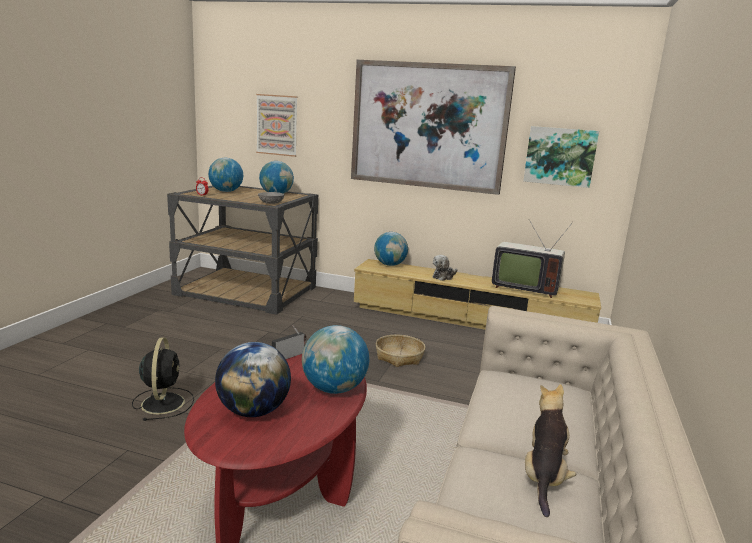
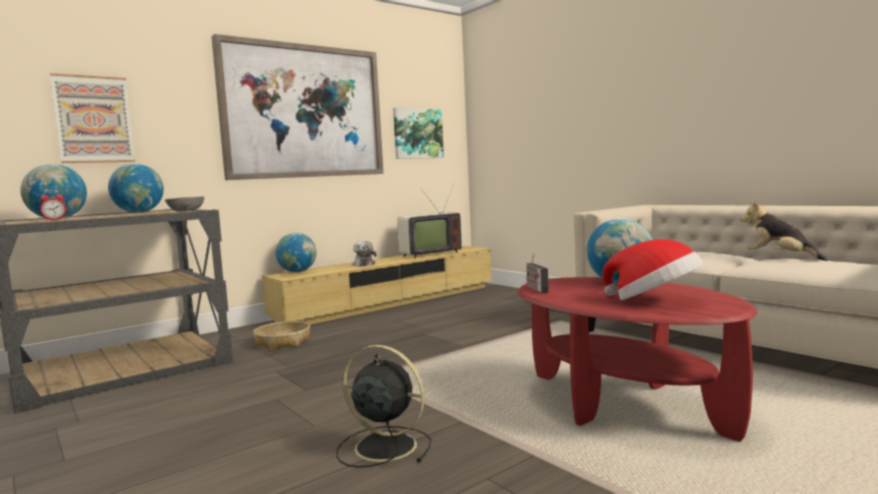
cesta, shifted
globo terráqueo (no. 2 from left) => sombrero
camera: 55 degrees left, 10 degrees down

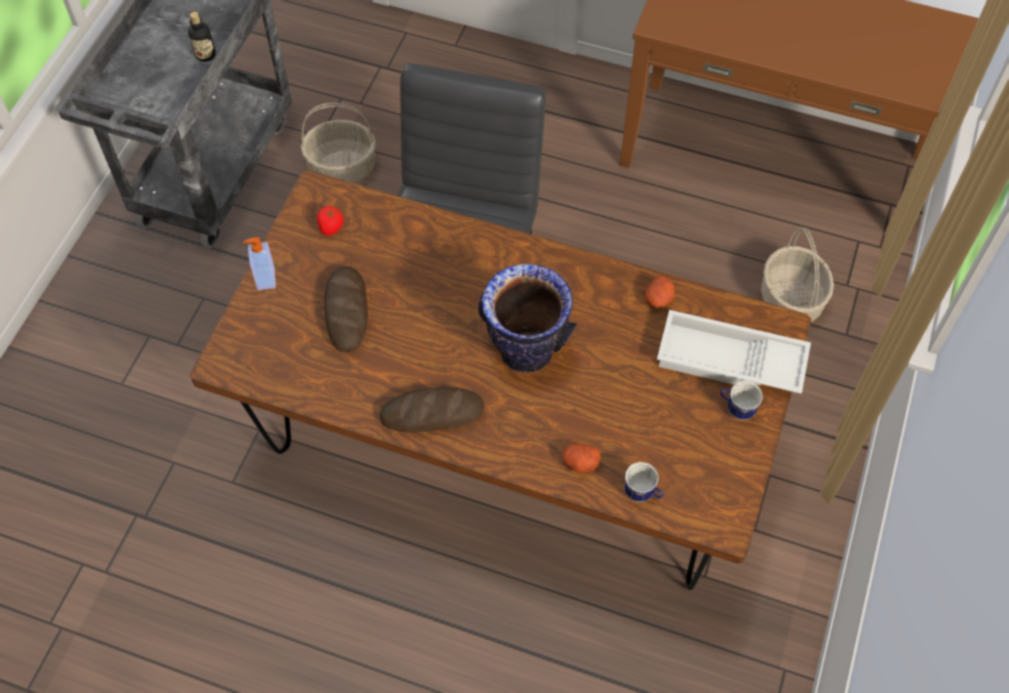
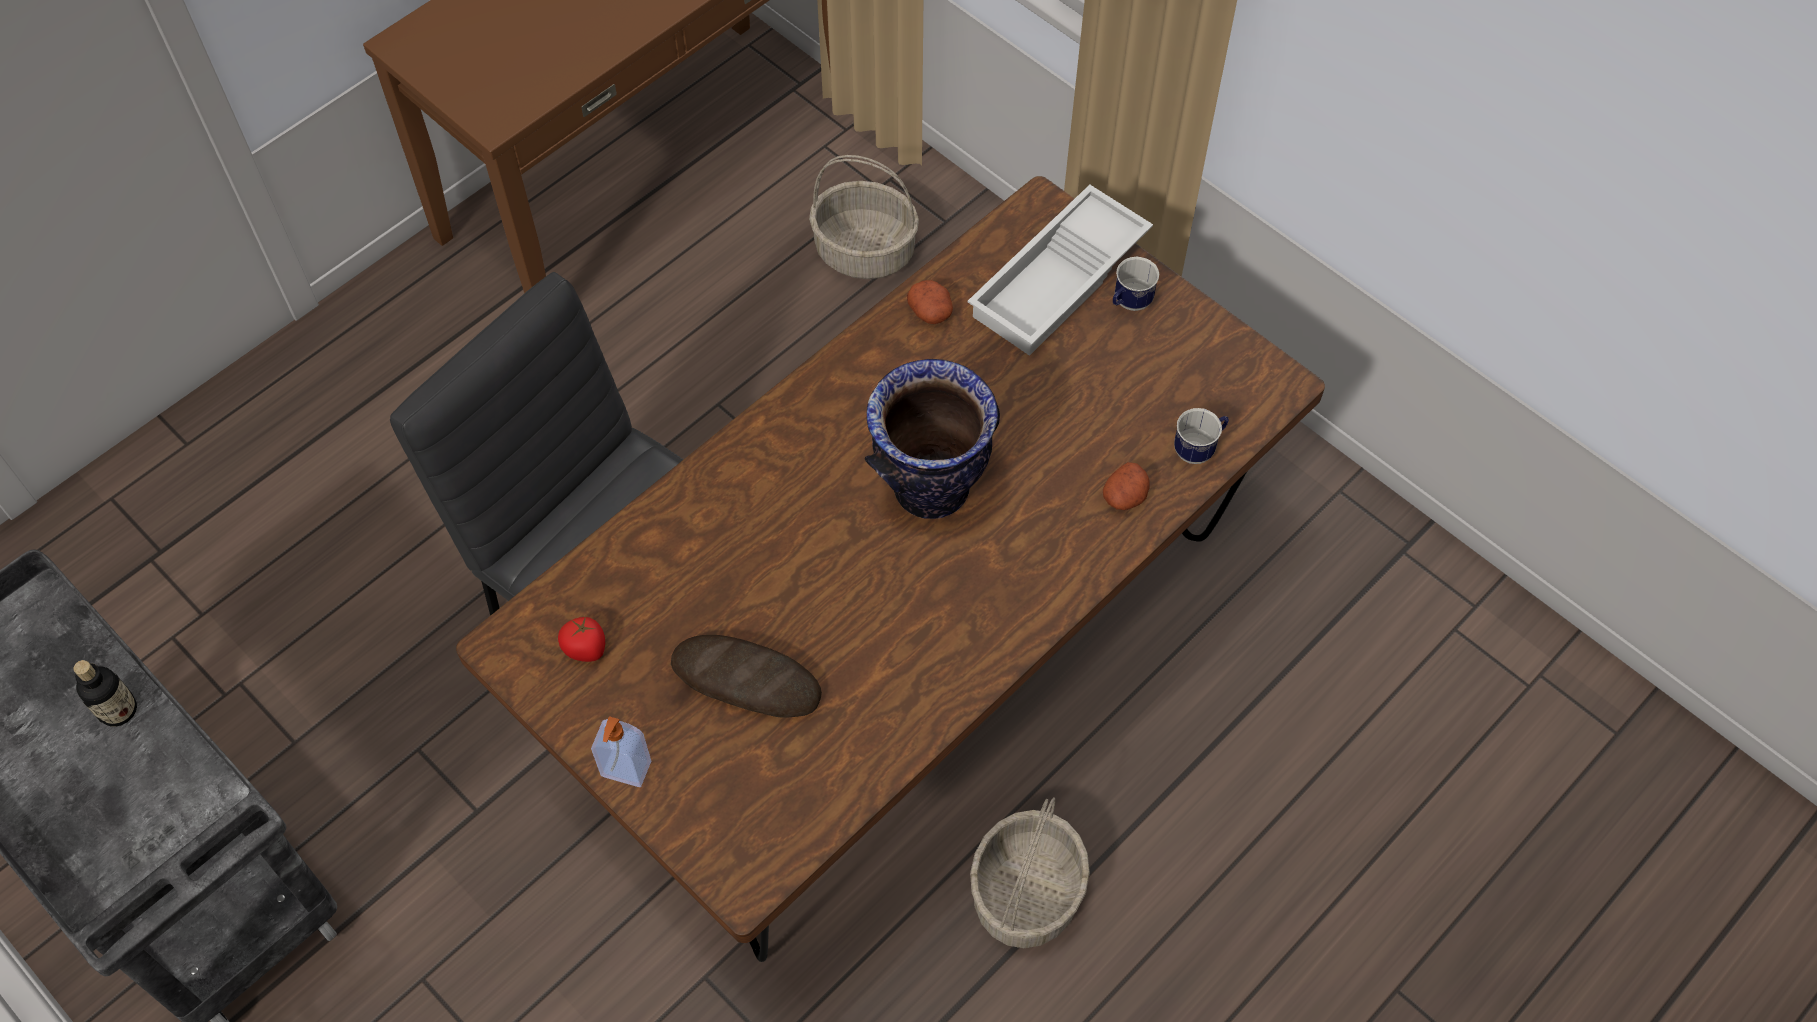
cesta (no. 1 from left in the first image) => cesta (no. 2 from left), shifted
pan (no. 2 from left) => nothing
camera: 65 degrees left, 0 degrees up

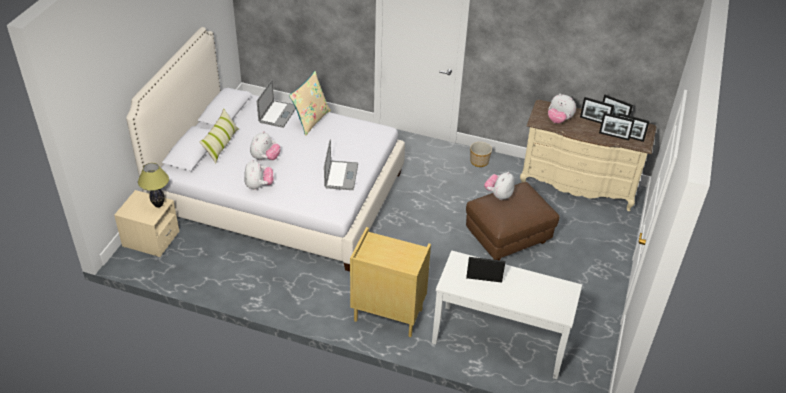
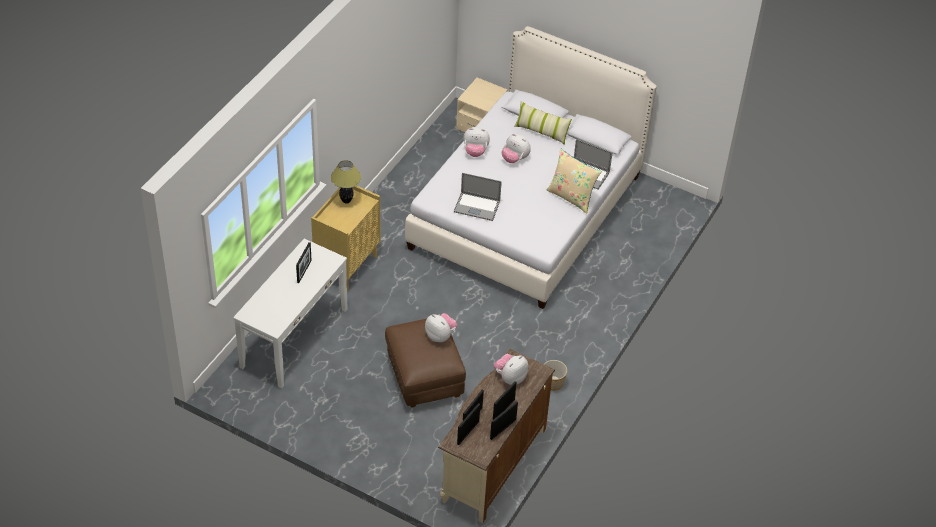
lámpara de mesa, shifted
camera: 100 degrees right, 5 degrees up

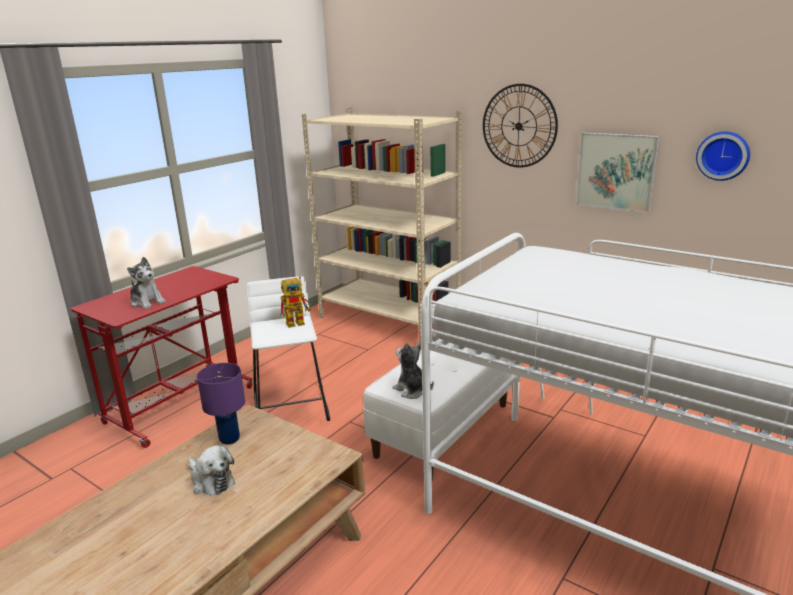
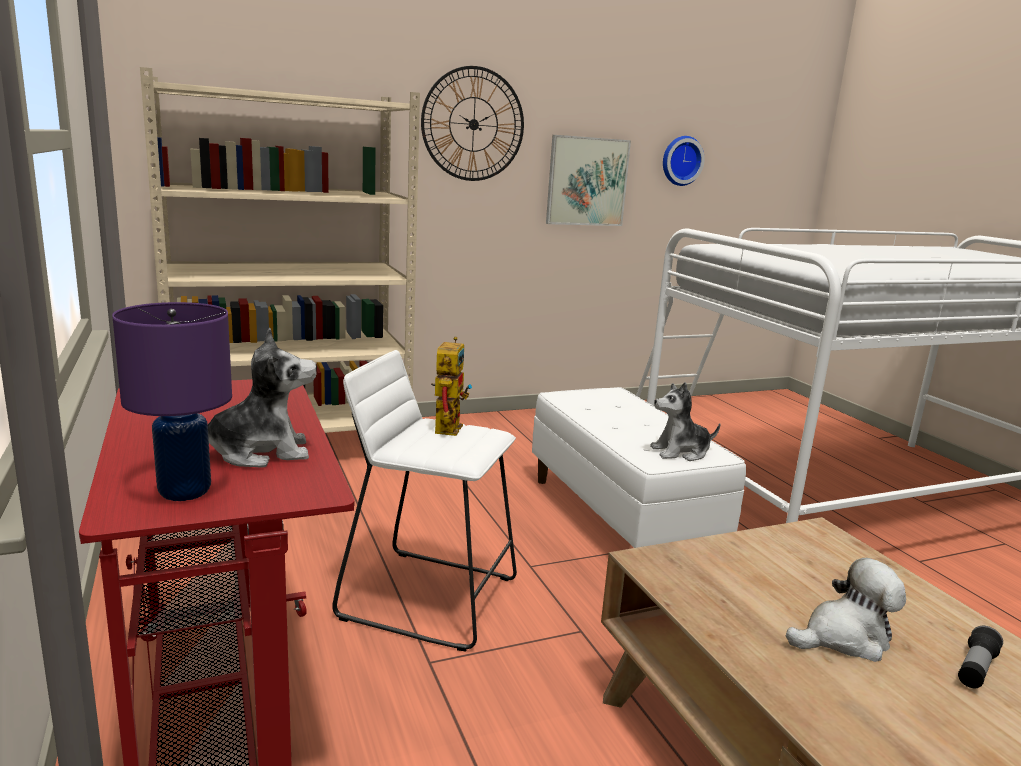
lámpara de mesa [morado], shifted
nothing => linterna
camera: 60 degrees left, 5 degrees down

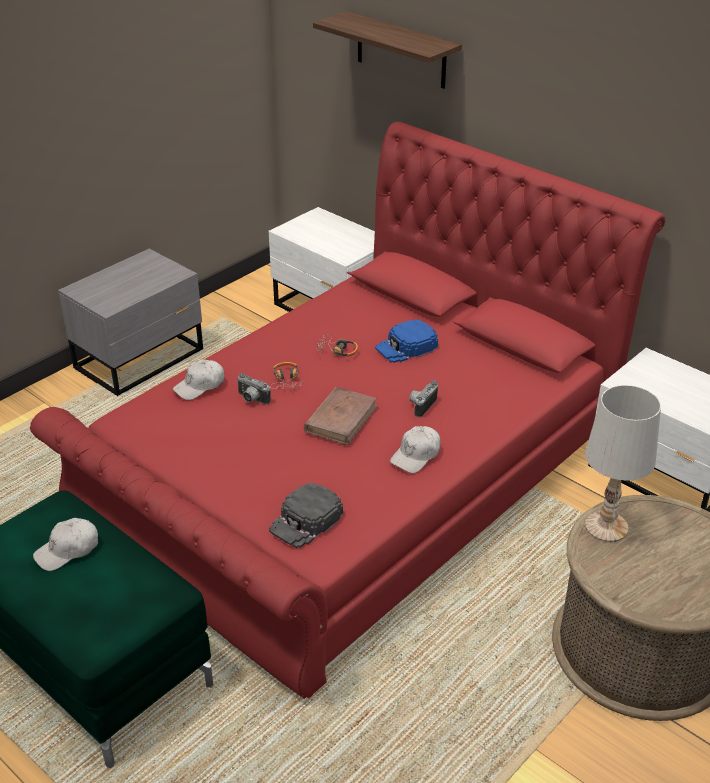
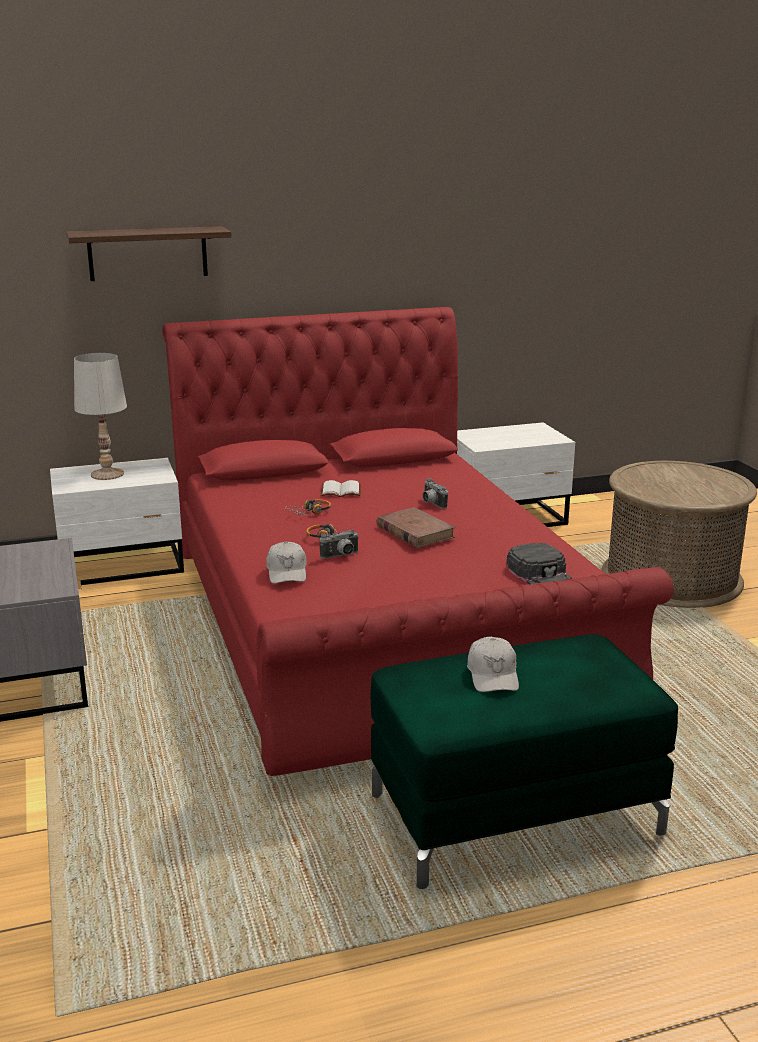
gorra [azul] => libro [blanco]
lámpara de mesa [blanco], shifted
gorra [blanco] (no. 3 from left) => nothing
camera: 60 degrees left, 15 degrees down

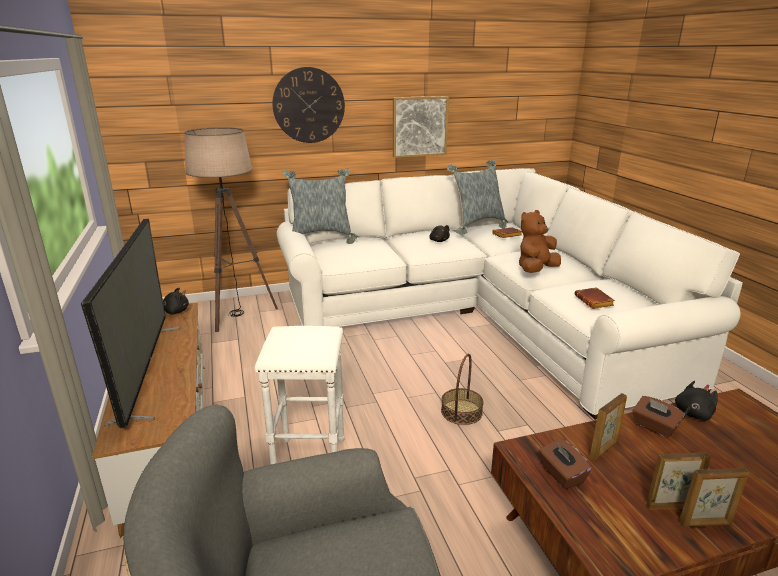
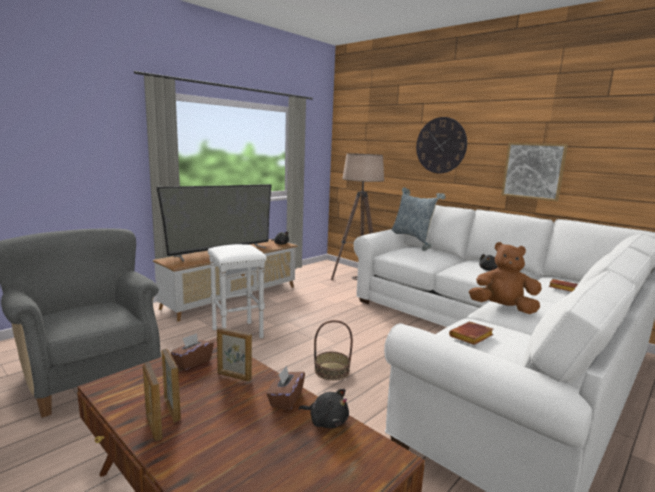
cojín (no. 2 from left) => nothing
camera: 60 degrees right, 10 degrees down

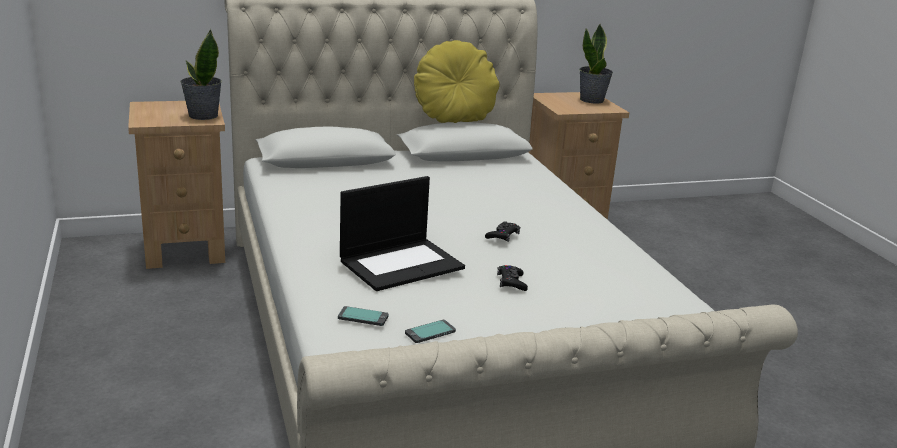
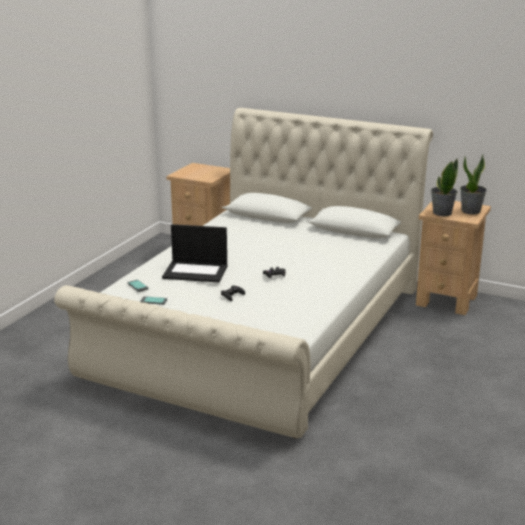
planta en maceta (no. 1 from left), shifted
cojín [amarillo] => nothing
camera: 45 degrees right, 0 degrees up

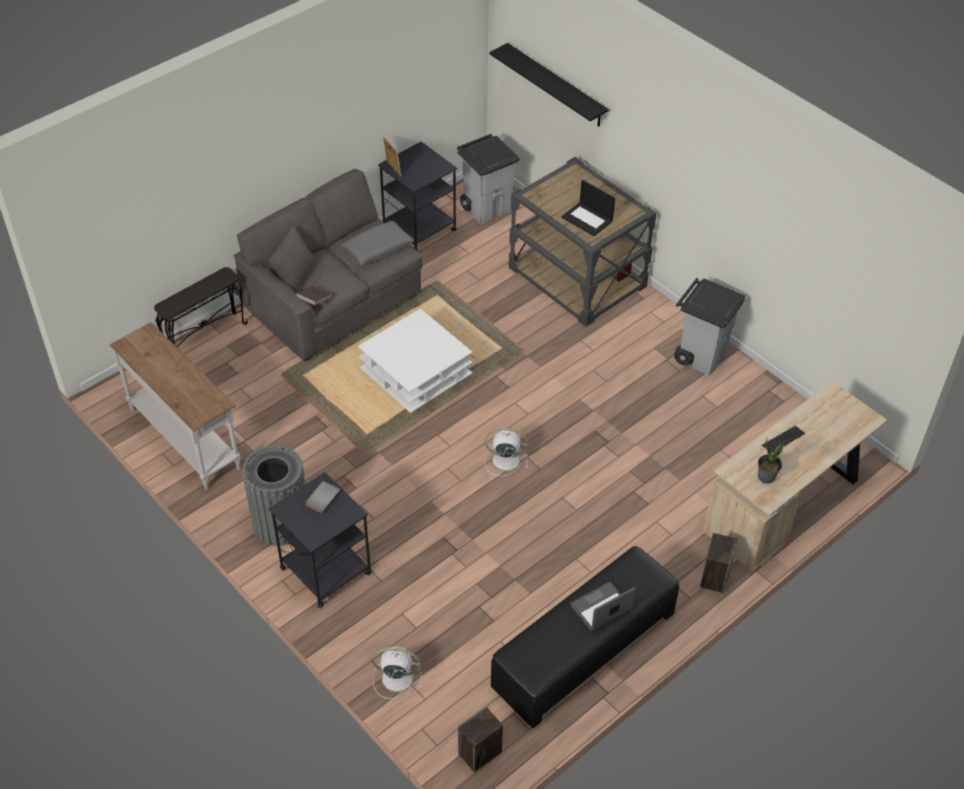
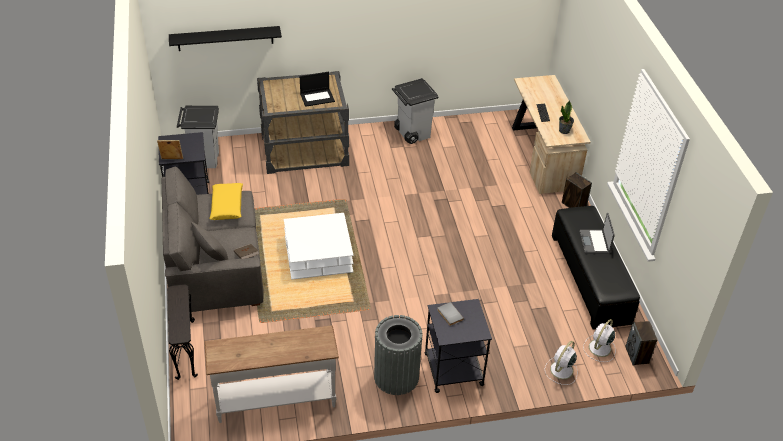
cojín [gris] => cojín [amarillo]
ventilador [blanco] (no. 2 from left), shifted
camera: 60 degrees left, 5 degrees down

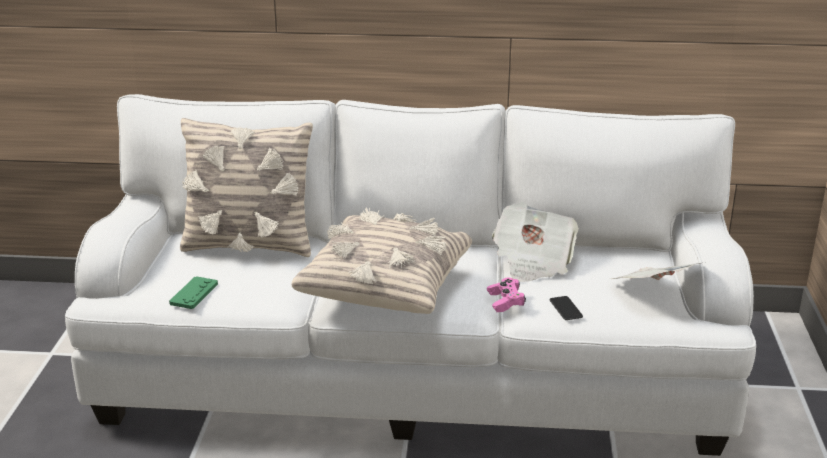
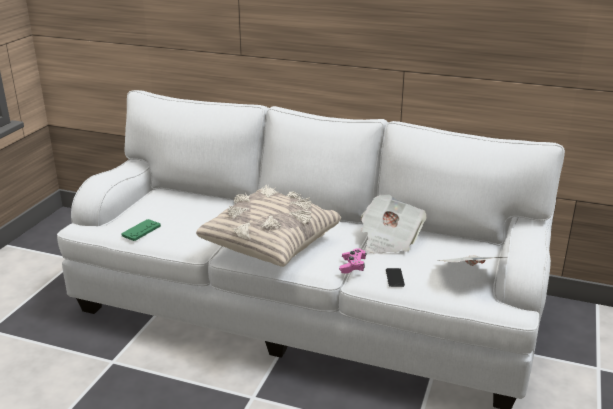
cojín [beis] (no. 1 from left) => nothing
camera: 15 degrees right, 0 degrees up

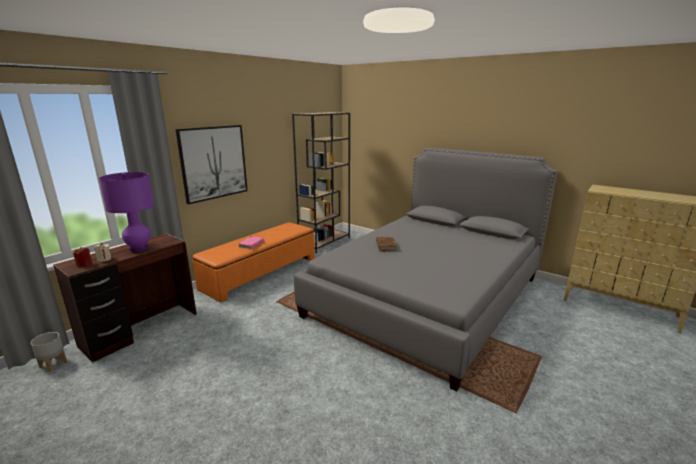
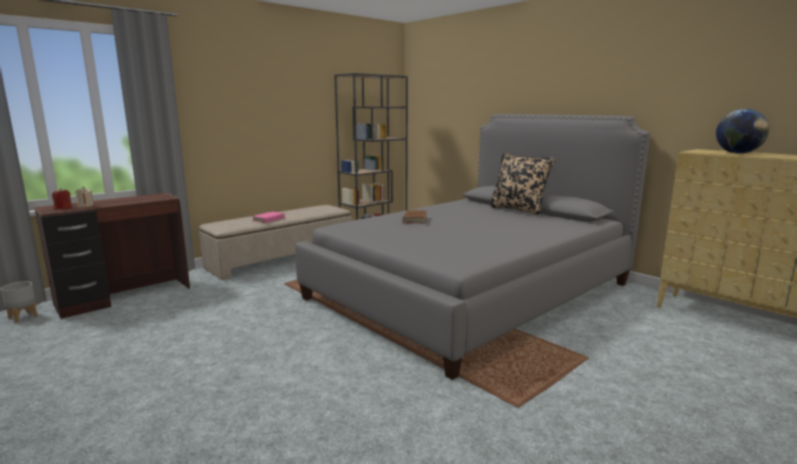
cuadro => nothing
lámpara de mesa [morado] => nothing
banco [naranja] => banco [beis]
nothing => globo terráqueo
nothing => cojín [negro]
camera: 10 degrees right, 5 degrees down

